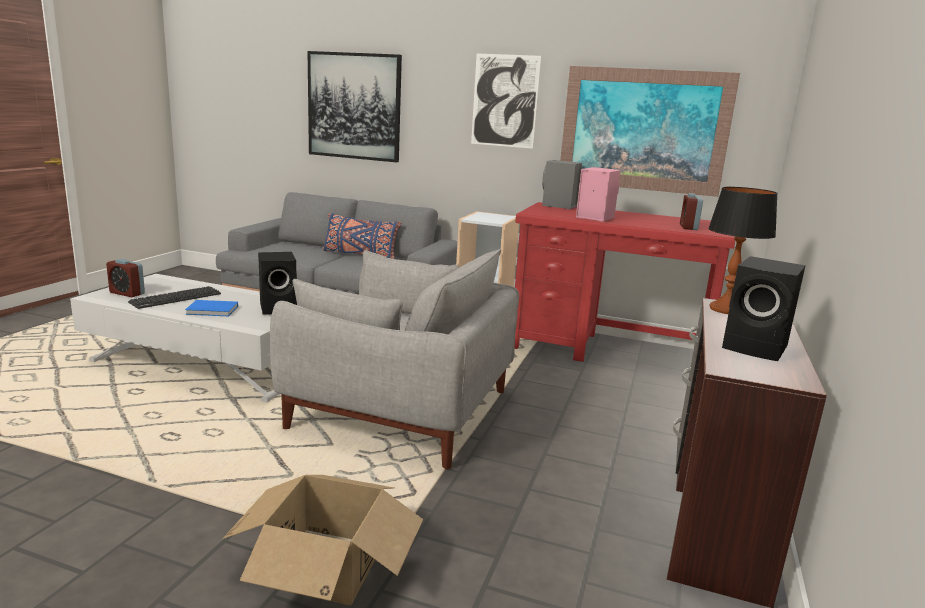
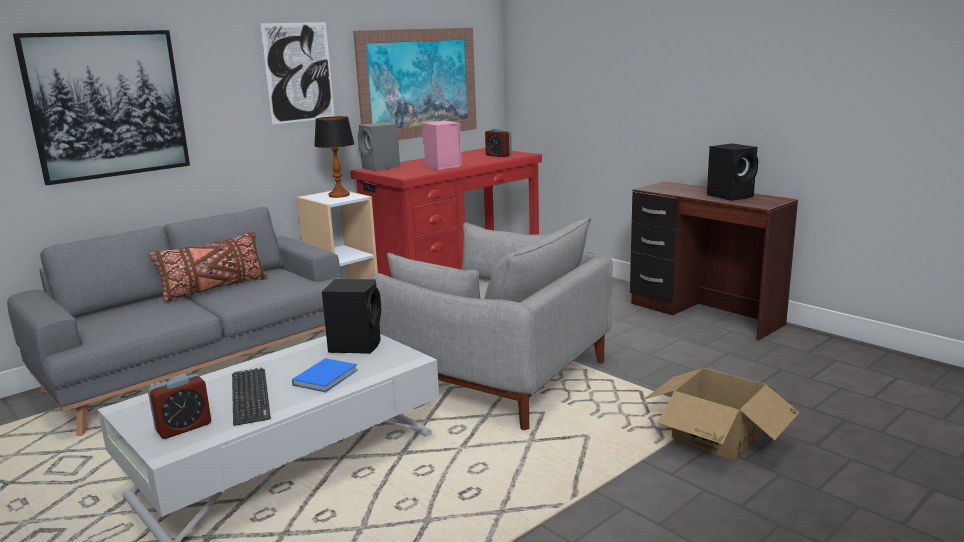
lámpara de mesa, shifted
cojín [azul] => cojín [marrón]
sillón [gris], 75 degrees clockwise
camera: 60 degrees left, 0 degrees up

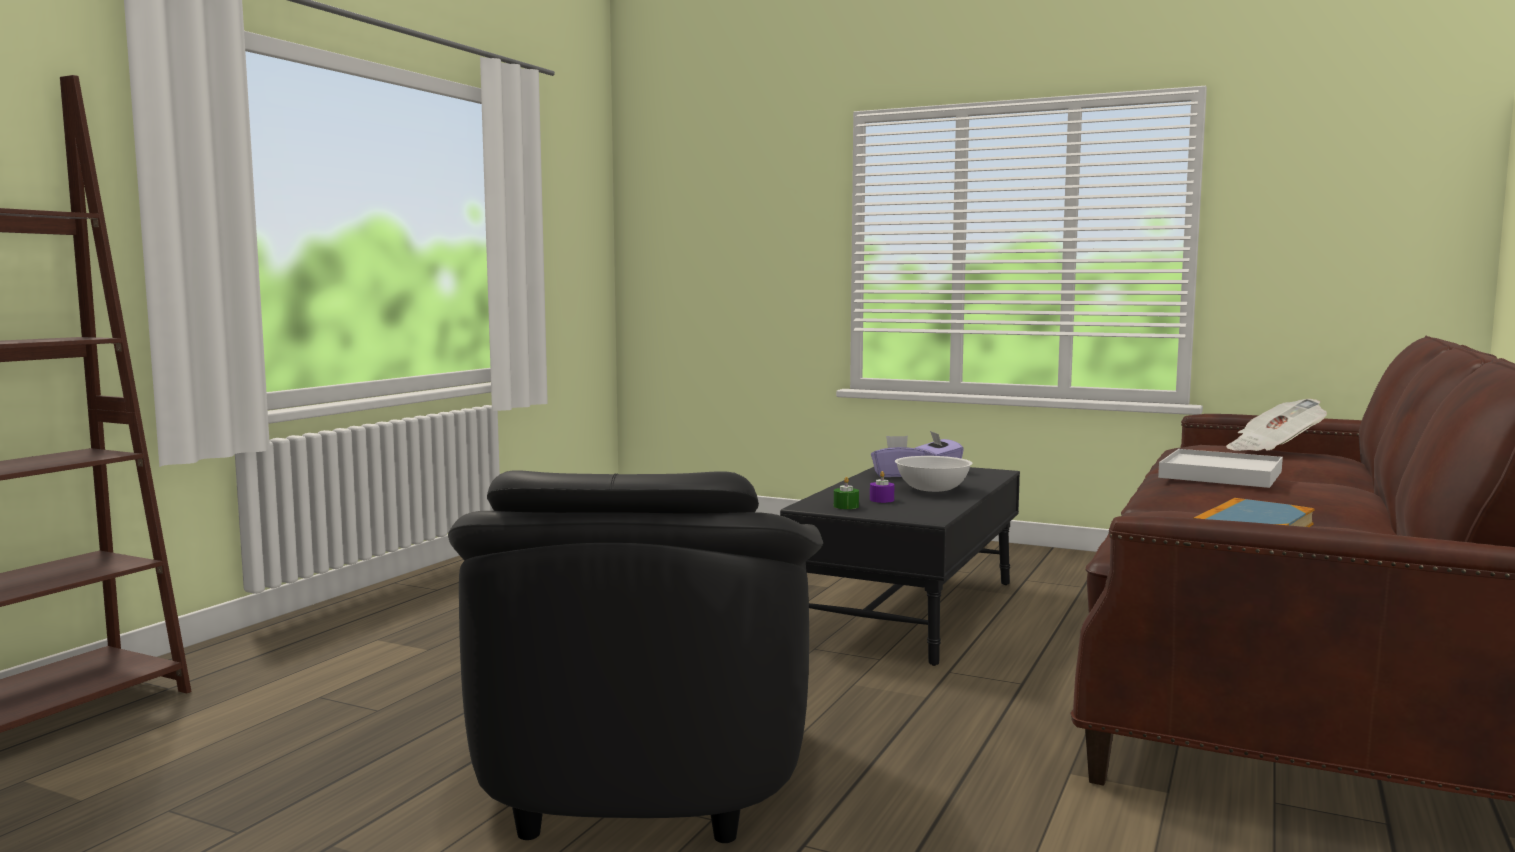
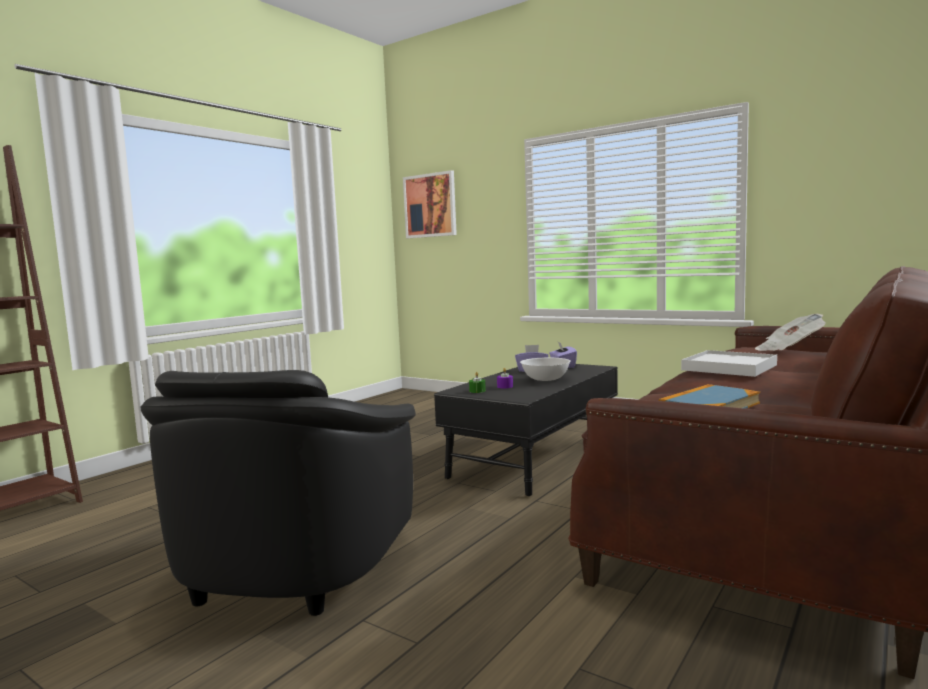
nothing => cuadro
camera: 10 degrees right, 0 degrees up

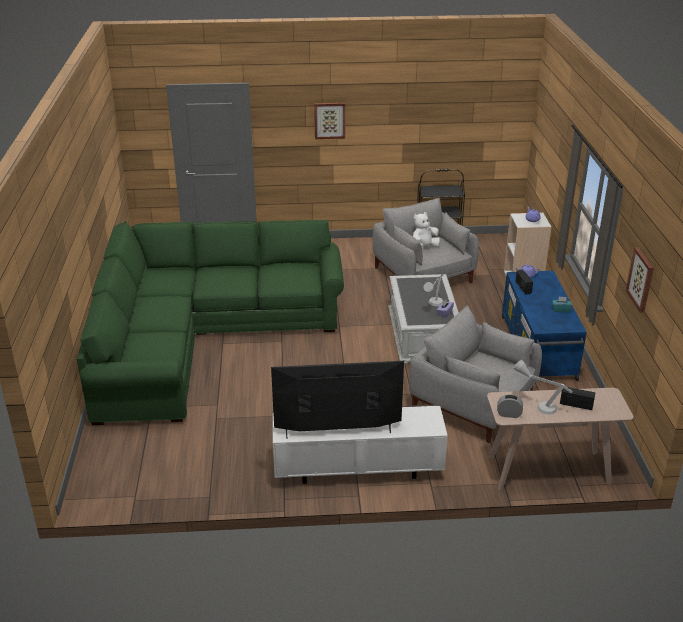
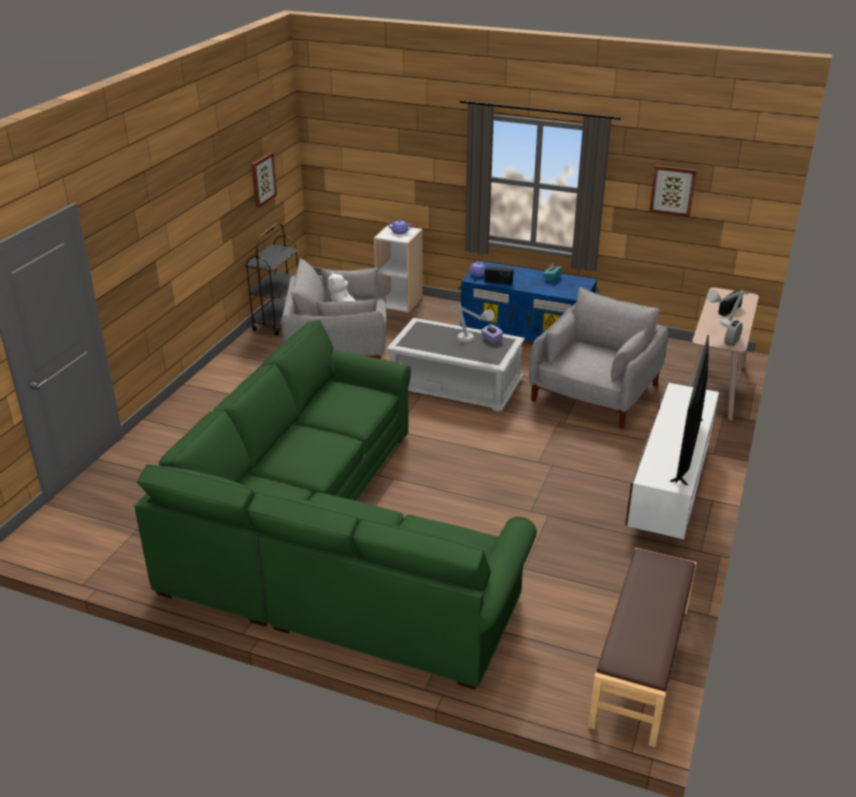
cuadro (no. 1 from left), shifted
sillón [gris] (no. 2 from left), 150 degrees clockwise
nothing => banco [marrón]
camera: 65 degrees left, 0 degrees up

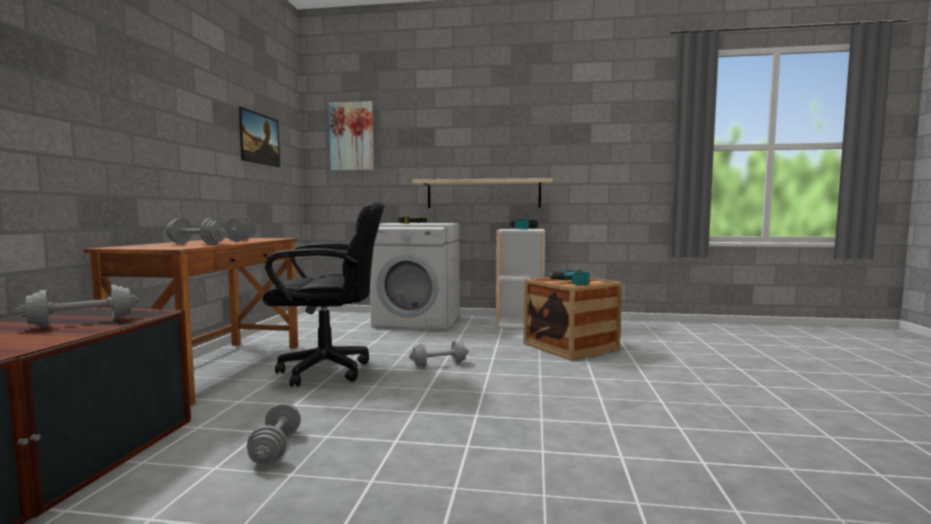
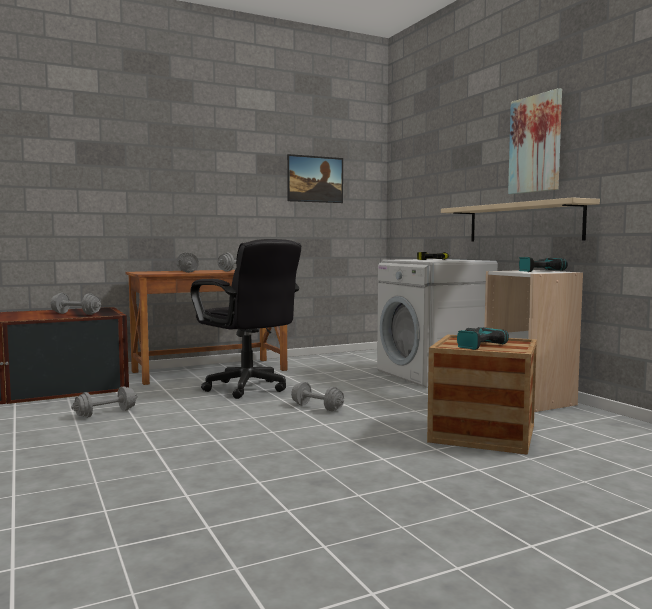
cuadro (no. 2 from left), shifted
camera: 55 degrees right, 0 degrees up

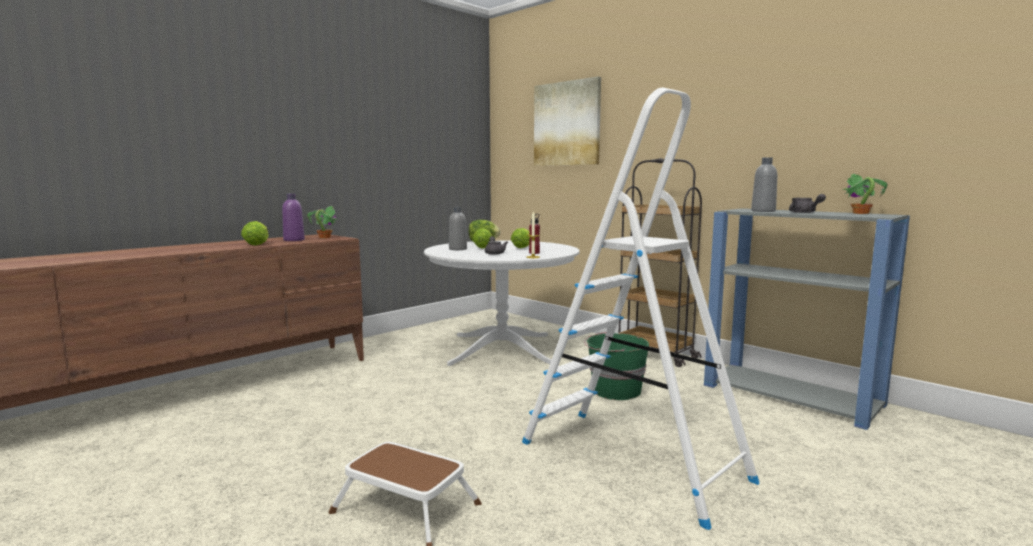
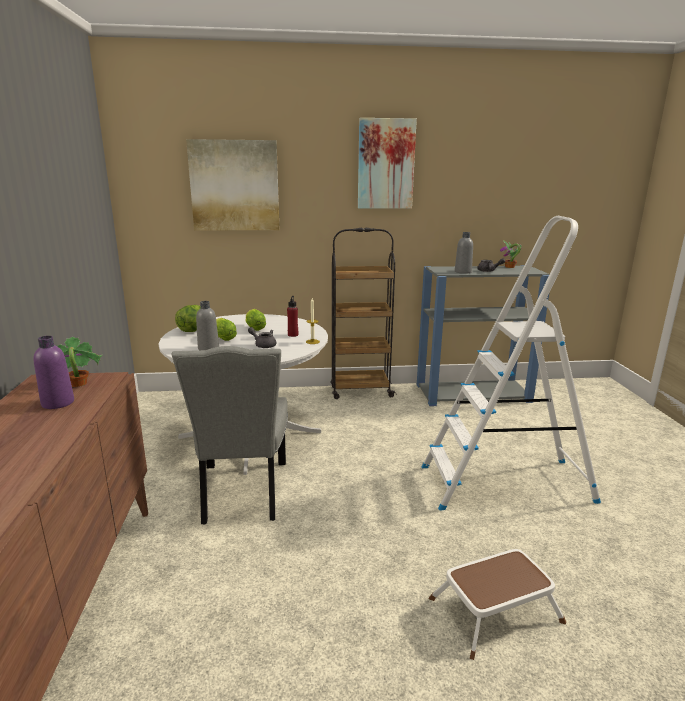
lechuga (no. 1 from left) => nothing
cubo [verde] => nothing
nothing => cuadro (no. 2 from left)
nothing => silla [gris]
camera: 50 degrees left, 10 degrees up

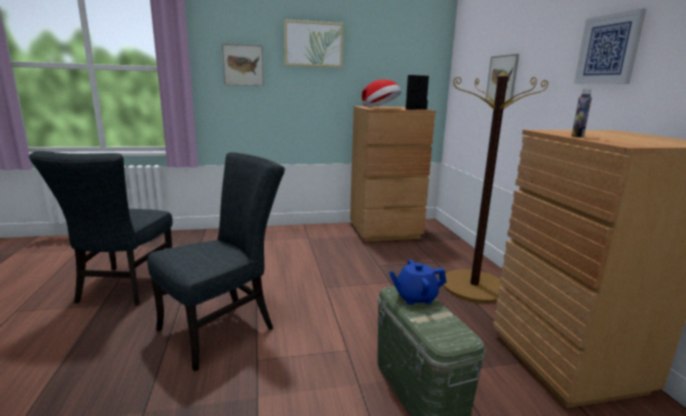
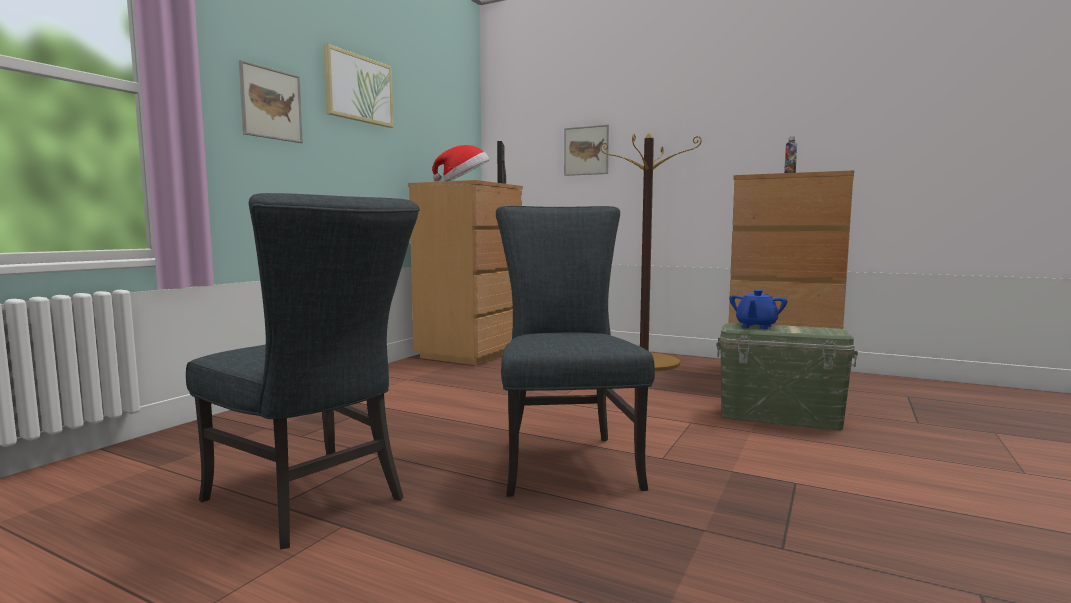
cuadro (no. 4 from left) => nothing
camera: 50 degrees left, 10 degrees down

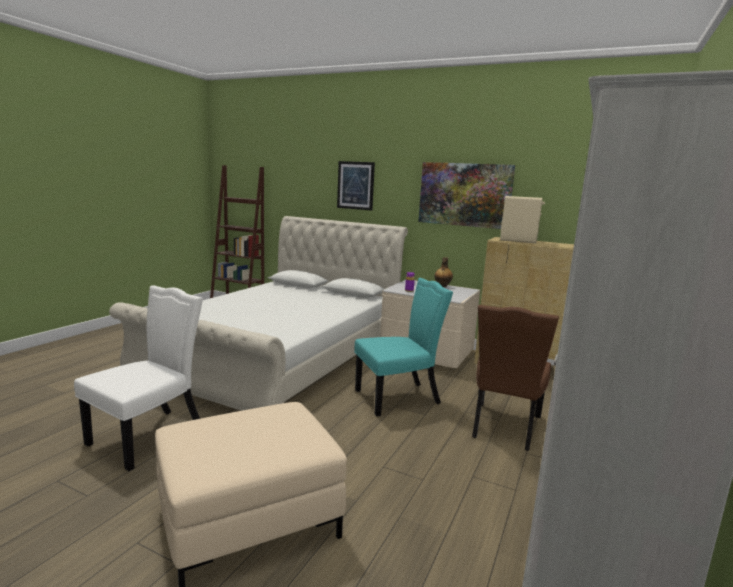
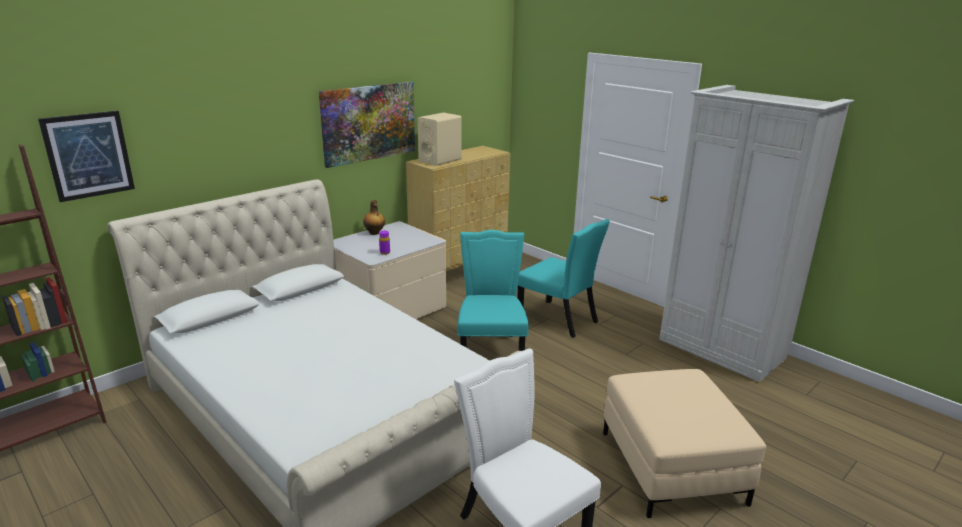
cuadro (no. 1 from left), shifted
silla [marrón] => silla [turquesa] (no. 2 from left)
camera: 70 degrees left, 10 degrees up

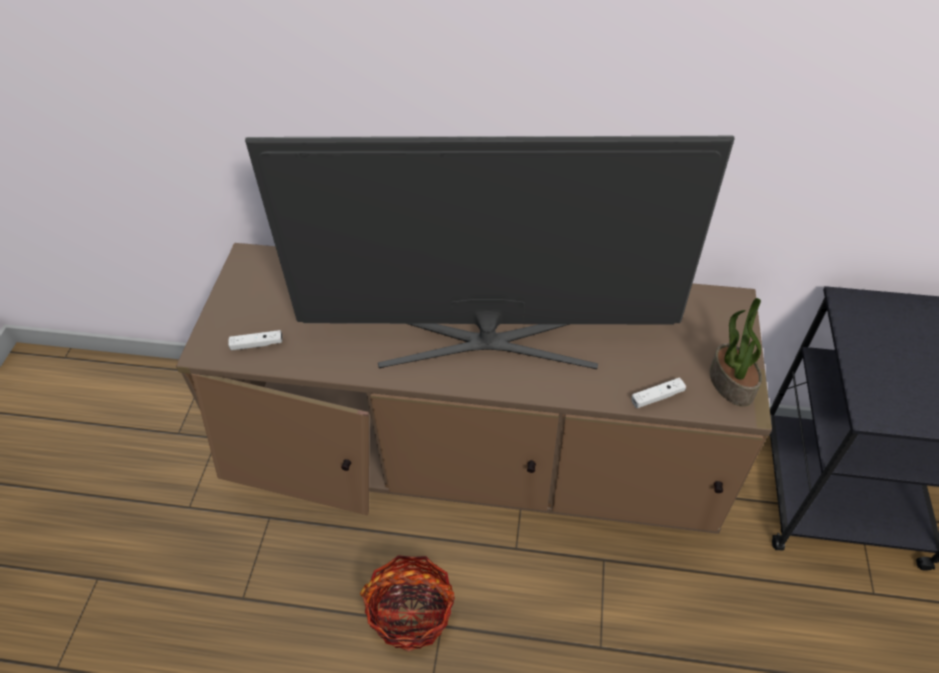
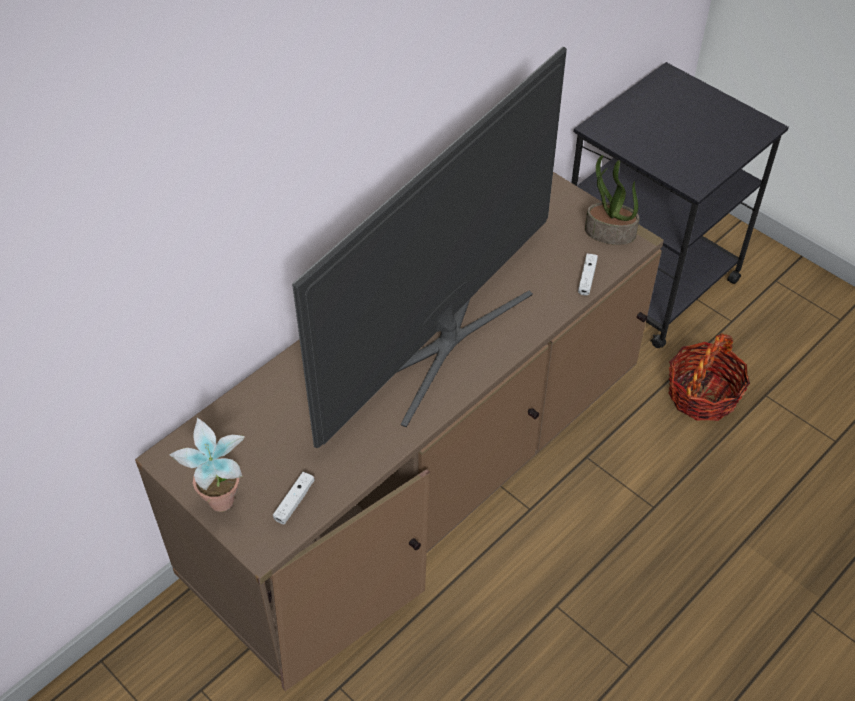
cesta, shifted
nothing => planta en maceta (no. 1 from left)
camera: 55 degrees left, 0 degrees up

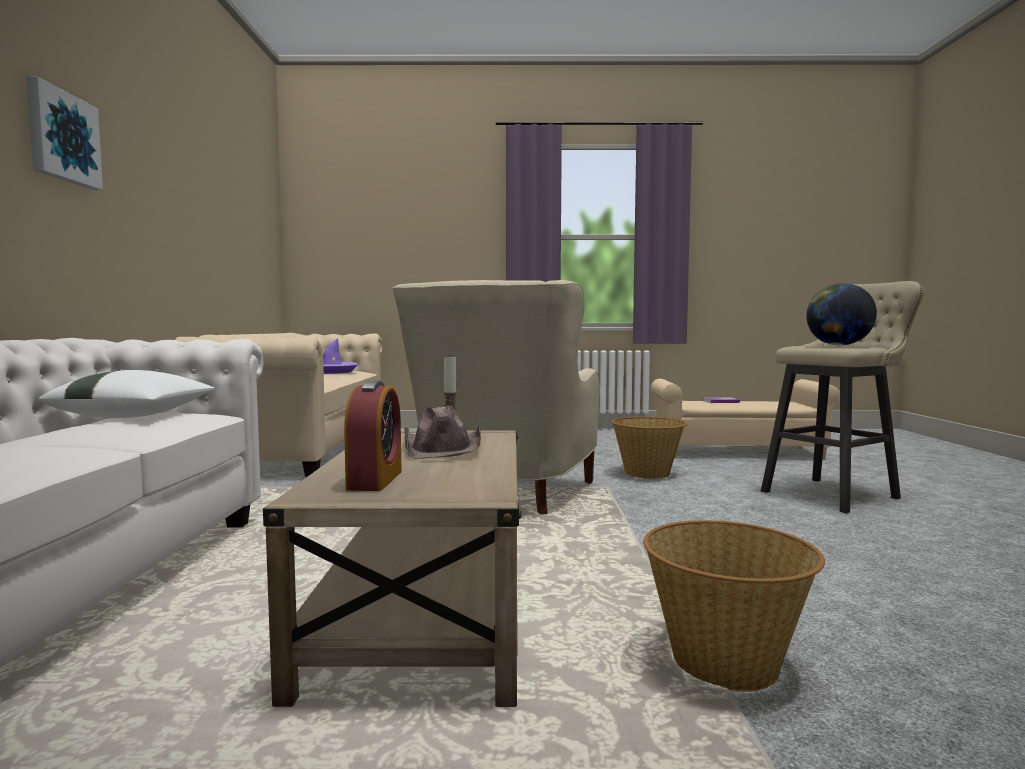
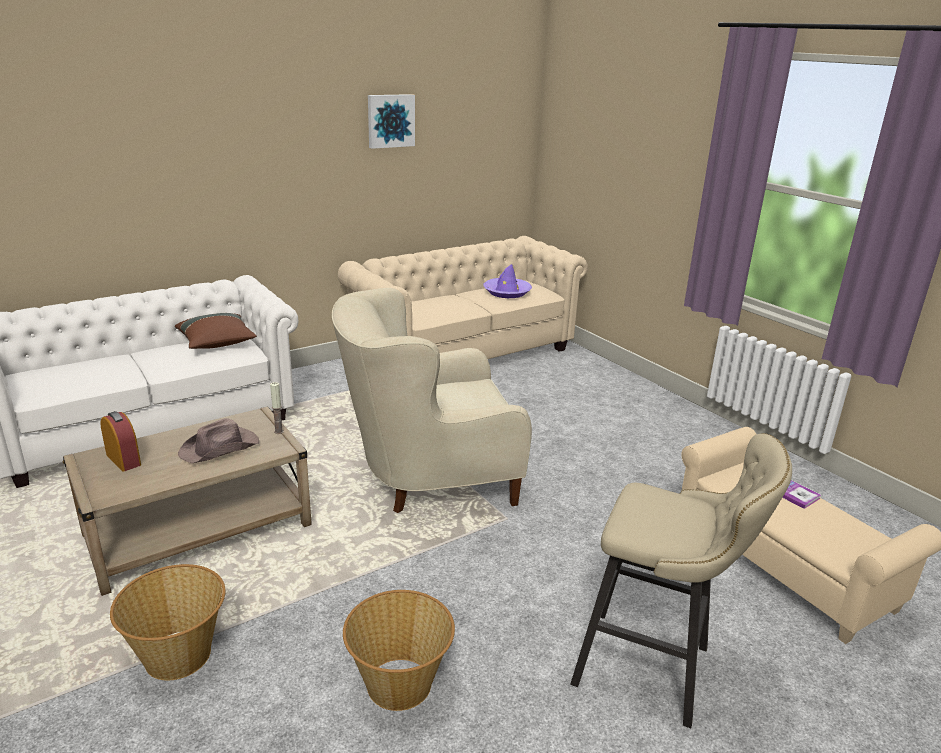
cuadro, shifted
globo terráqueo => nothing
cojín [blanco] => cojín [marrón]
despertador, 105 degrees counterclockwise
cesta (no. 1 from left in the first image) => cesta (no. 2 from left), shifted
camera: 55 degrees right, 20 degrees up

